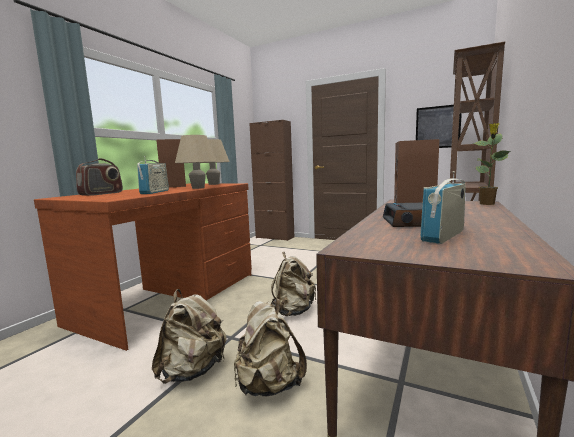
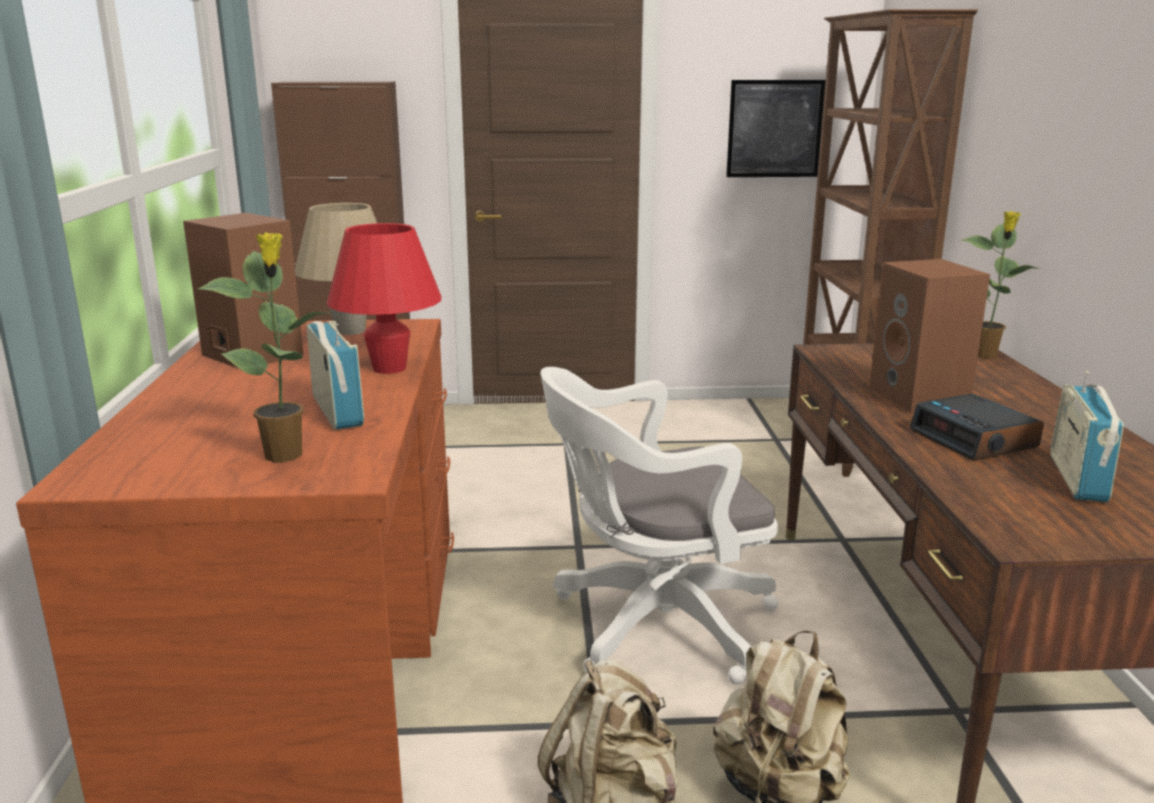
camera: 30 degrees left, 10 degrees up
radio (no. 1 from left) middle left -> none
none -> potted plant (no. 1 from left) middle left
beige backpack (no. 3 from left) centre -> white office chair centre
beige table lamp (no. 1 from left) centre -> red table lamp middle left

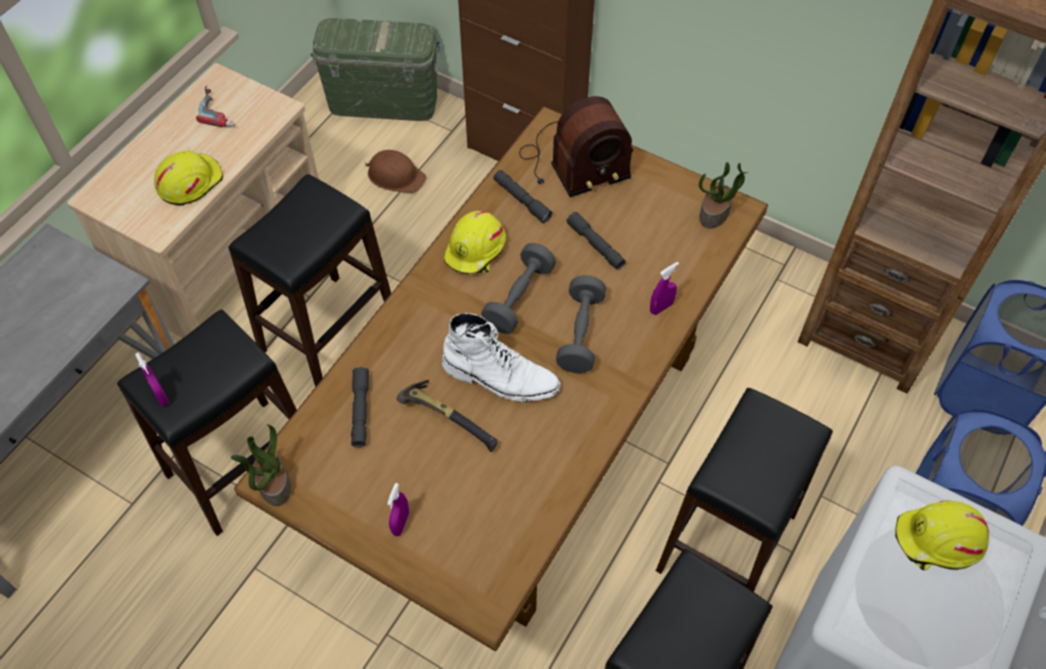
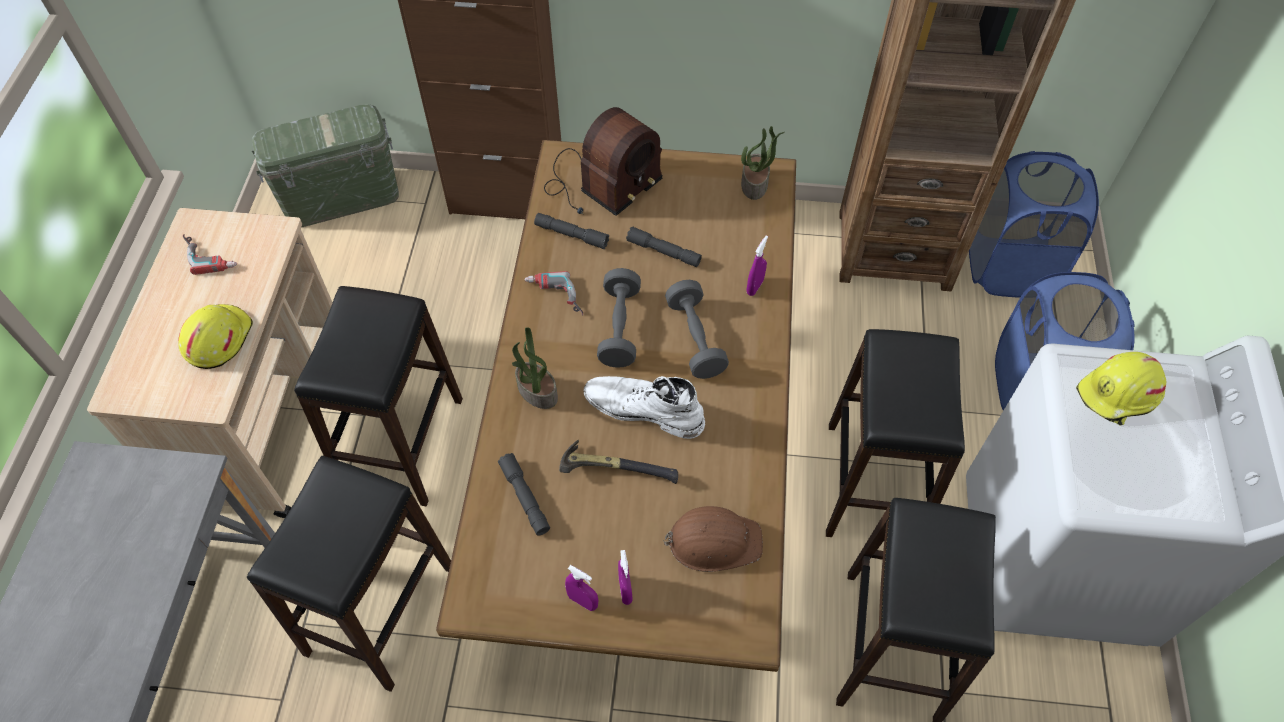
camera: 25 degrees left, 0 degrees up
purple spray bottle (no. 1 from left) middle left -> purple spray bottle (no. 1 from left) bottom centre, relocated
potted plant (no. 1 from left) bottom left -> potted plant (no. 1 from left) centre, relocated
brown hard hat top centre -> brown hard hat bottom centre, relocated
yellow hard hat (no. 2 from left) centre -> power drill (no. 2 from left) centre
white boot centre, 150 degrees counterclockwise

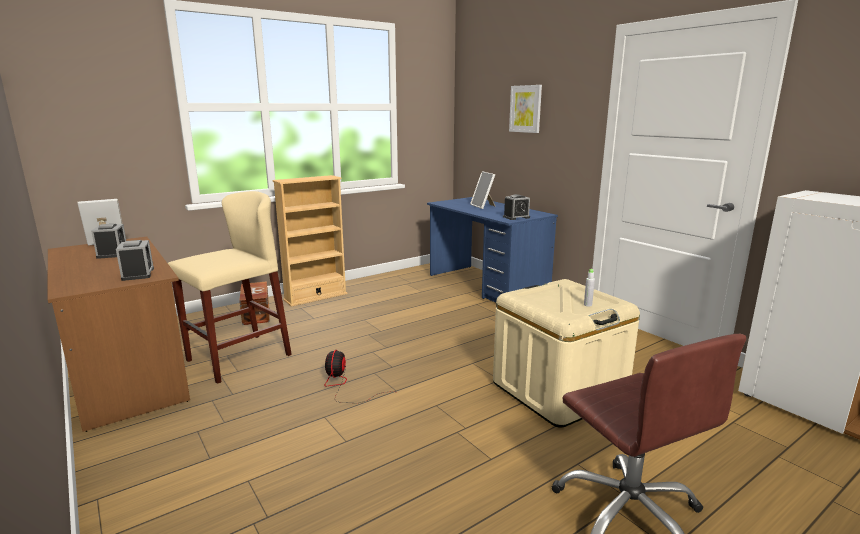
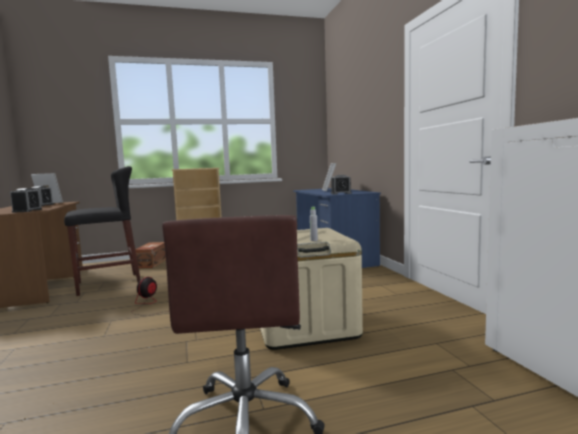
camera: 20 degrees right, 10 degrees down
picture top centre -> none
beige stool middle left -> black stool middle left

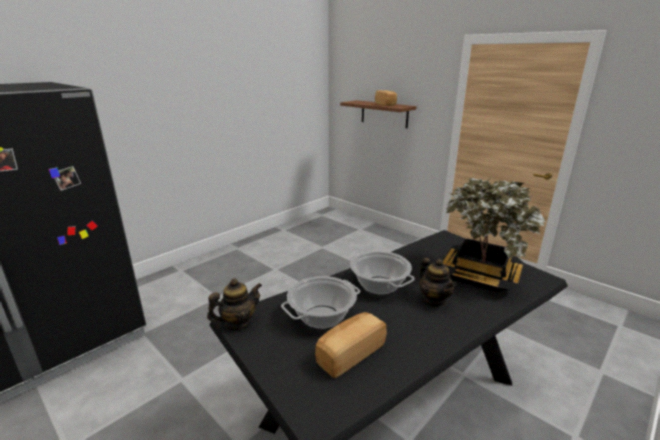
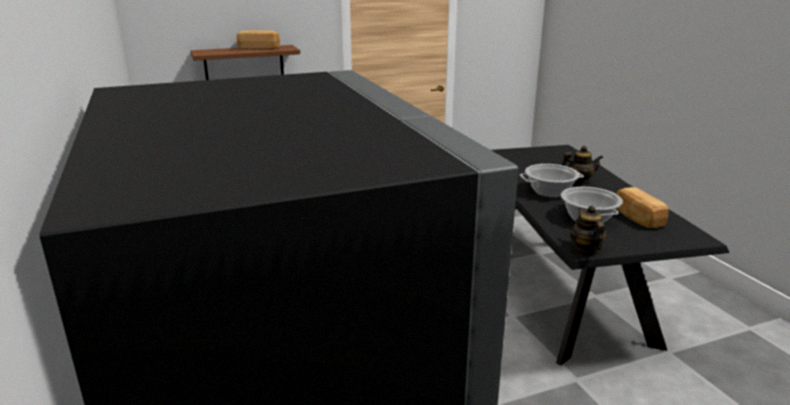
camera: 65 degrees left, 0 degrees up
potted plant middle right -> none

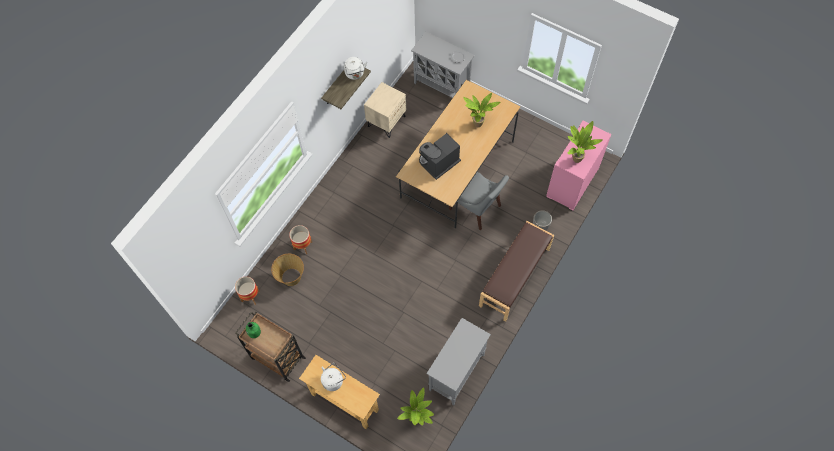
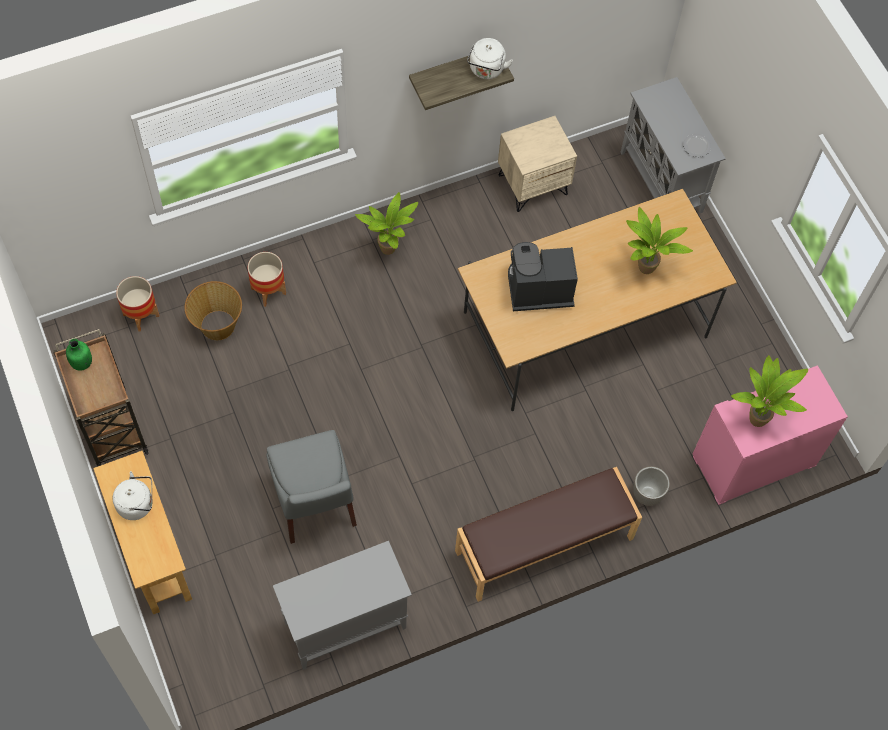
camera: 30 degrees right, 0 degrees up
potted plant (no. 1 from left) bottom centre -> potted plant (no. 1 from left) top centre, relocated
grey chair centre -> grey chair bottom centre, relocated

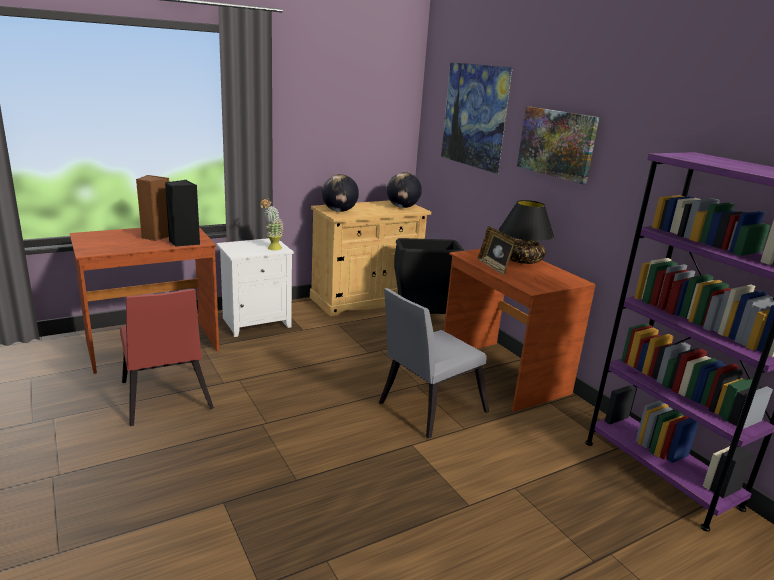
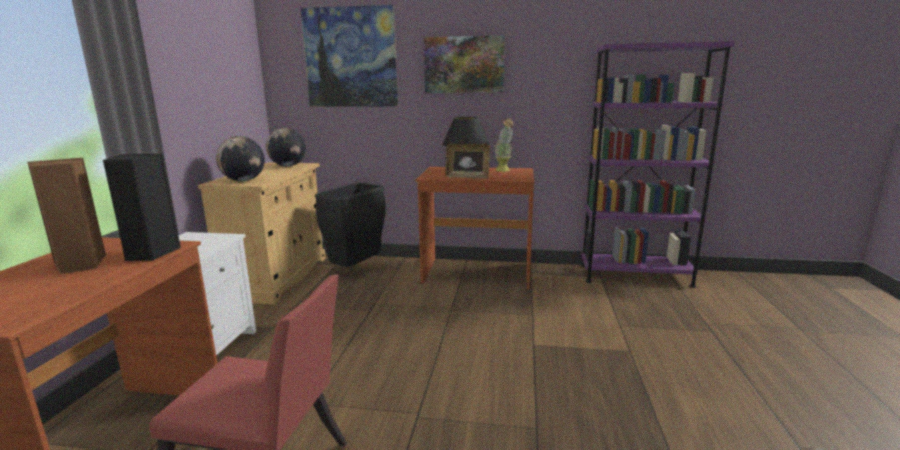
camera: 50 degrees left, 5 degrees down
grey chair centre -> none
potted plant centre -> potted plant top centre, relocated

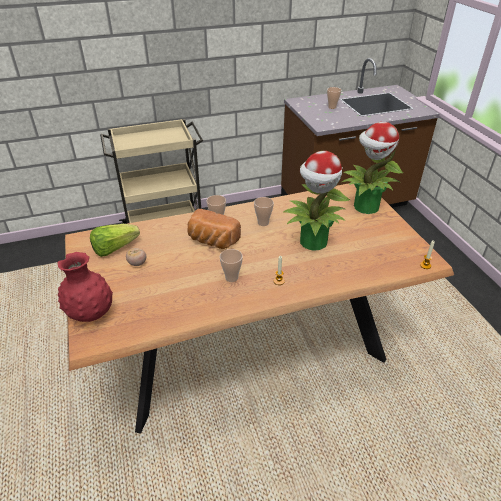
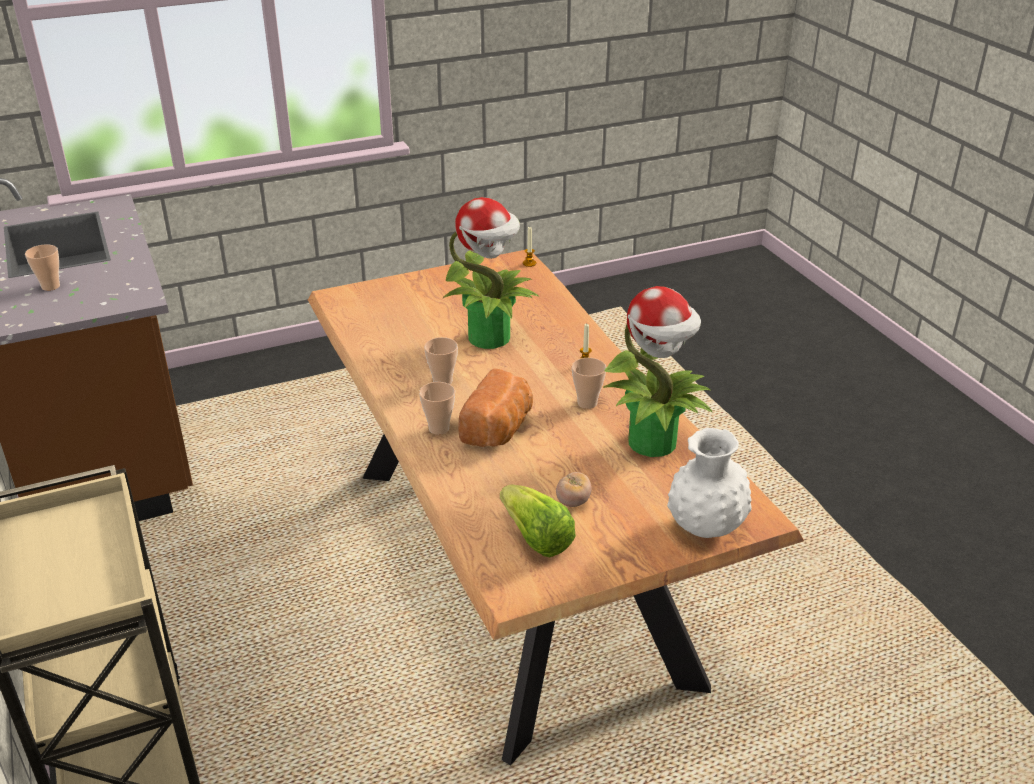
camera: 95 degrees left, 5 degrees down
potted plant (no. 2 from left) middle right -> potted plant (no. 2 from left) centre, relocated
red vase middle left -> white vase middle right

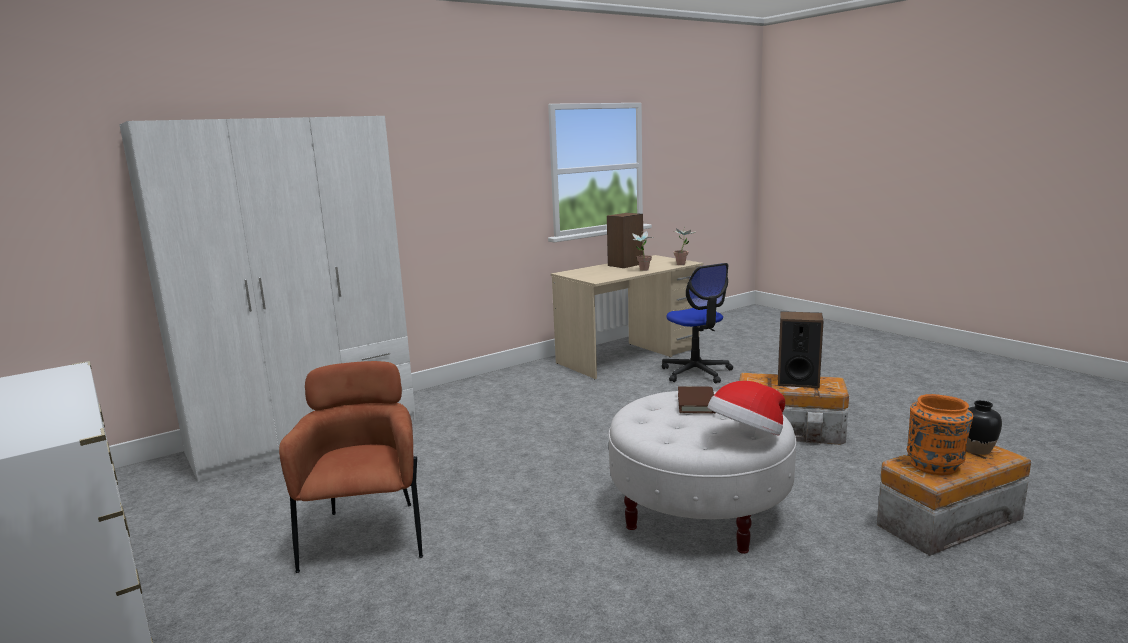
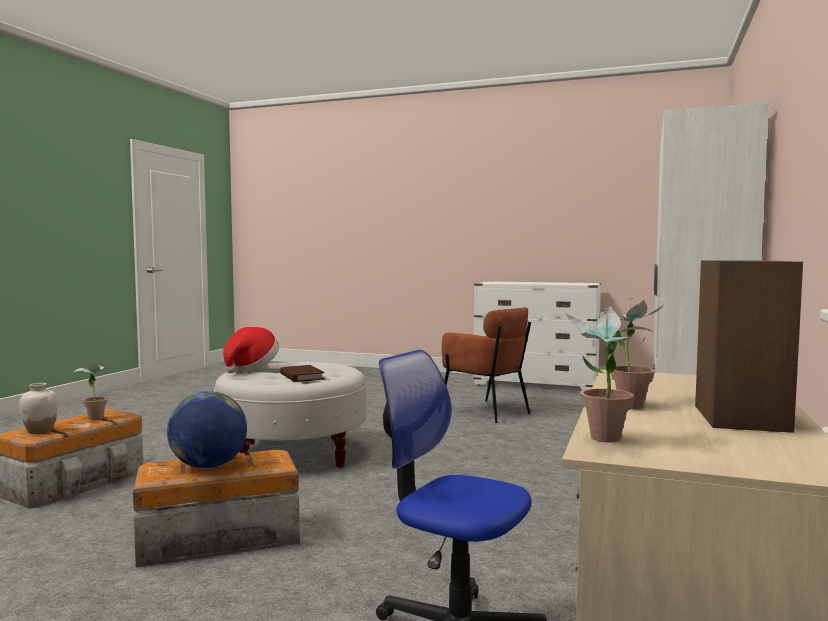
camera: 145 degrees right, 10 degrees down
speaker (no. 2 from left) middle right -> globe bottom left
orange vase bottom right -> potted plant (no. 1 from left) middle left
black vase middle right -> white vase middle left

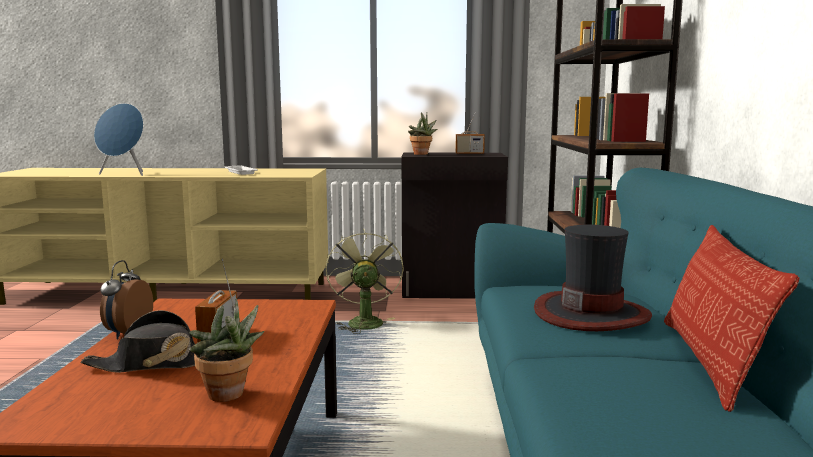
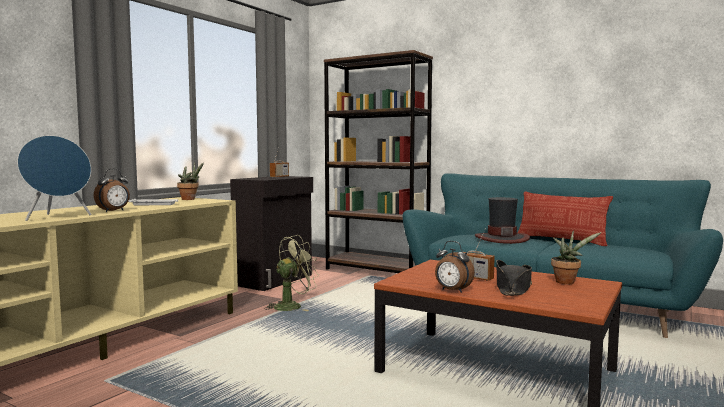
camera: 60 degrees left, 5 degrees down
none -> alarm clock (no. 1 from left) middle left
potted plant (no. 2 from left in the first image) top centre -> potted plant (no. 1 from left) middle left, relocated
green fan centre -> green fan bottom centre, 120 degrees clockwise

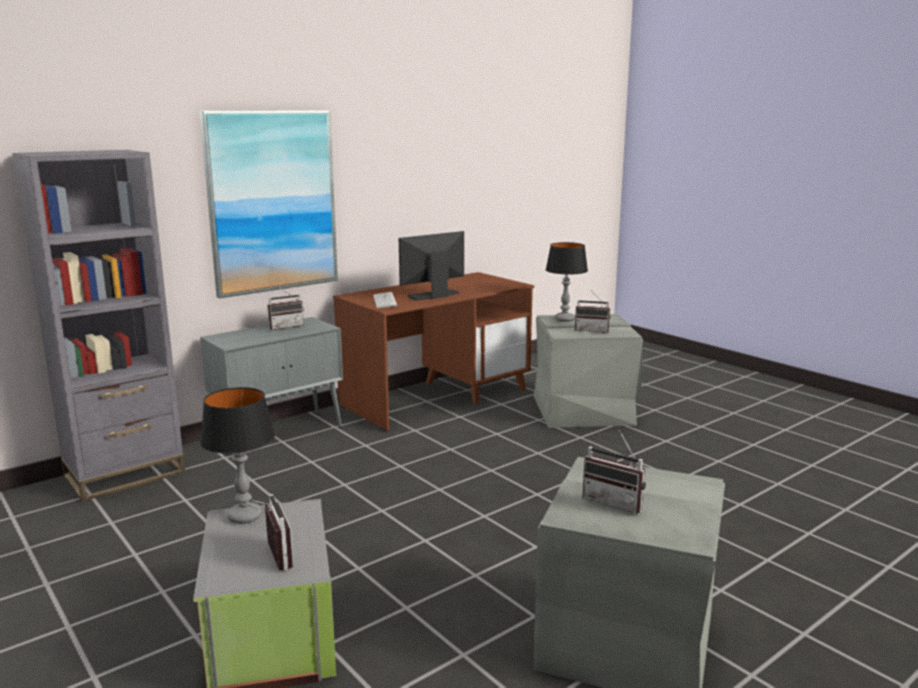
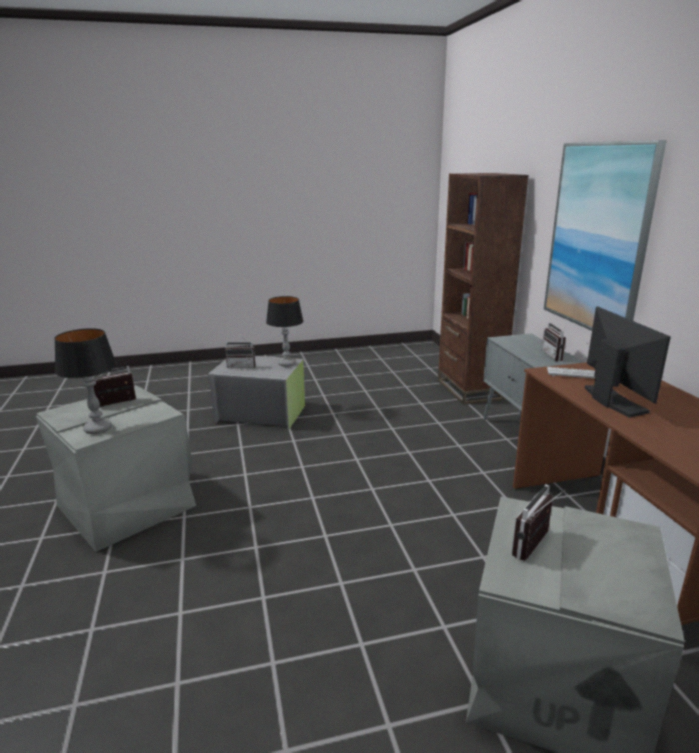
camera: 115 degrees right, 5 degrees up
table lamp (no. 2 from left in the first image) centre -> table lamp (no. 1 from left) middle left, relocated
grey bookcase middle left -> brown bookcase middle right

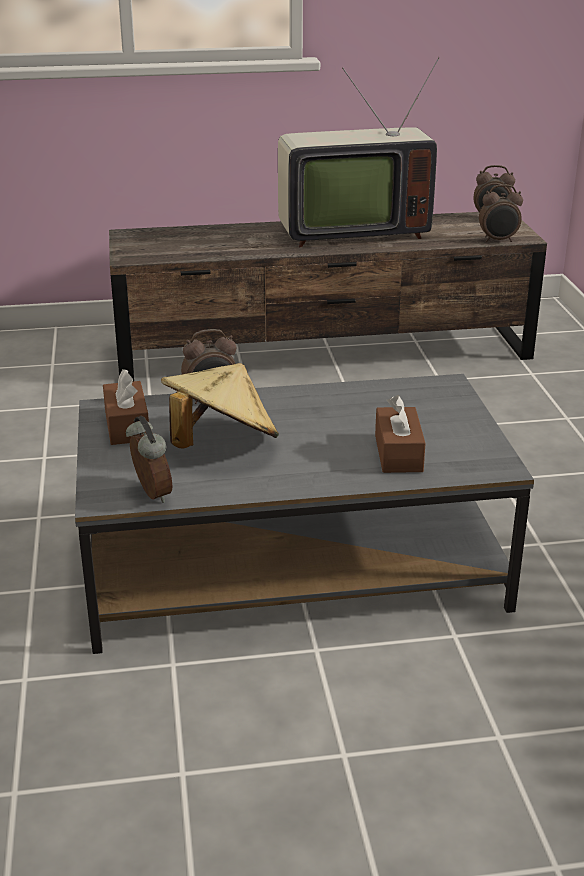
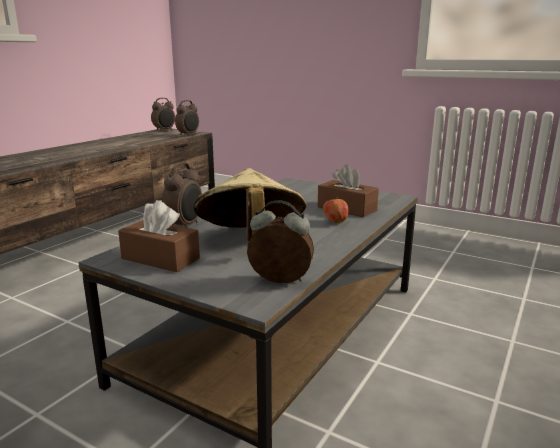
camera: 50 degrees left, 10 degrees down
television top centre -> none
none -> apple centre

